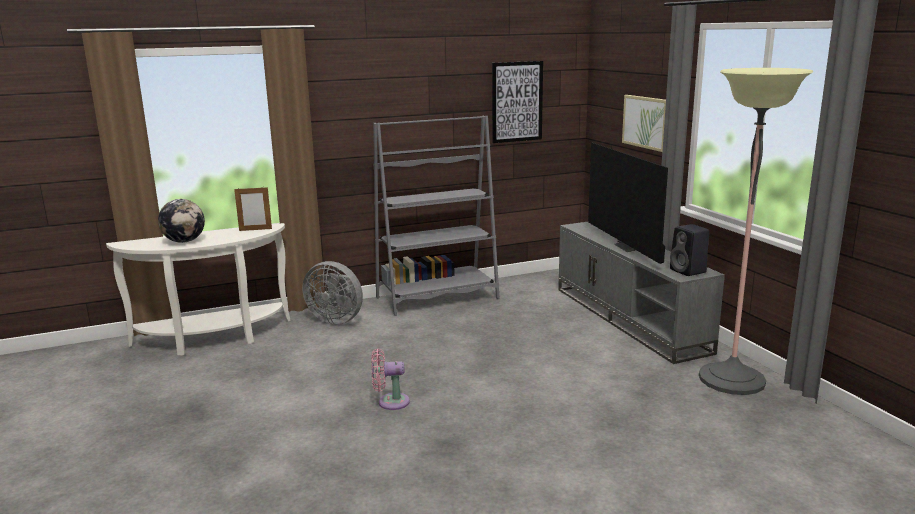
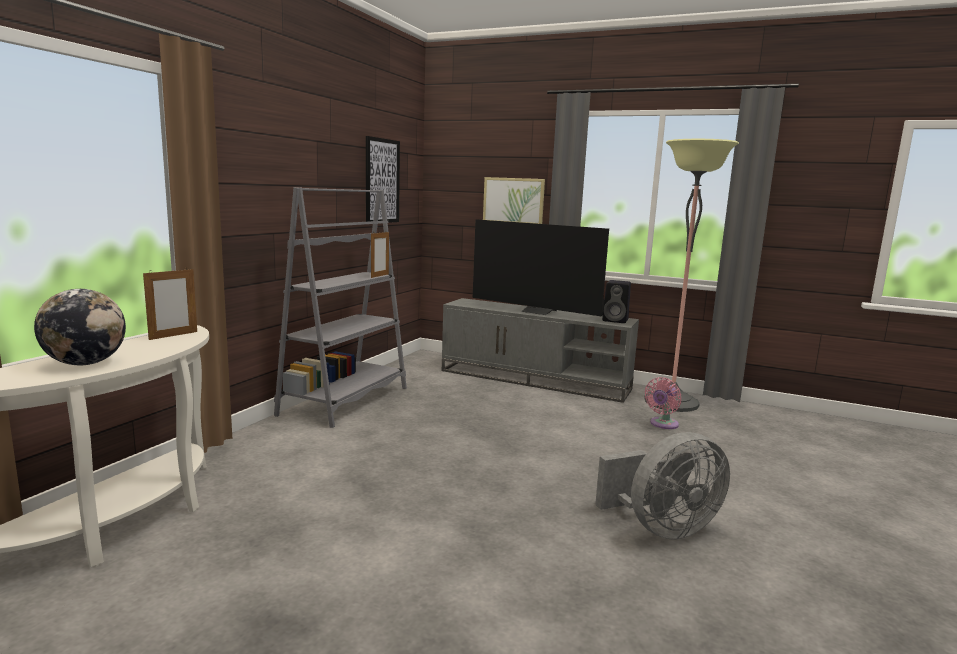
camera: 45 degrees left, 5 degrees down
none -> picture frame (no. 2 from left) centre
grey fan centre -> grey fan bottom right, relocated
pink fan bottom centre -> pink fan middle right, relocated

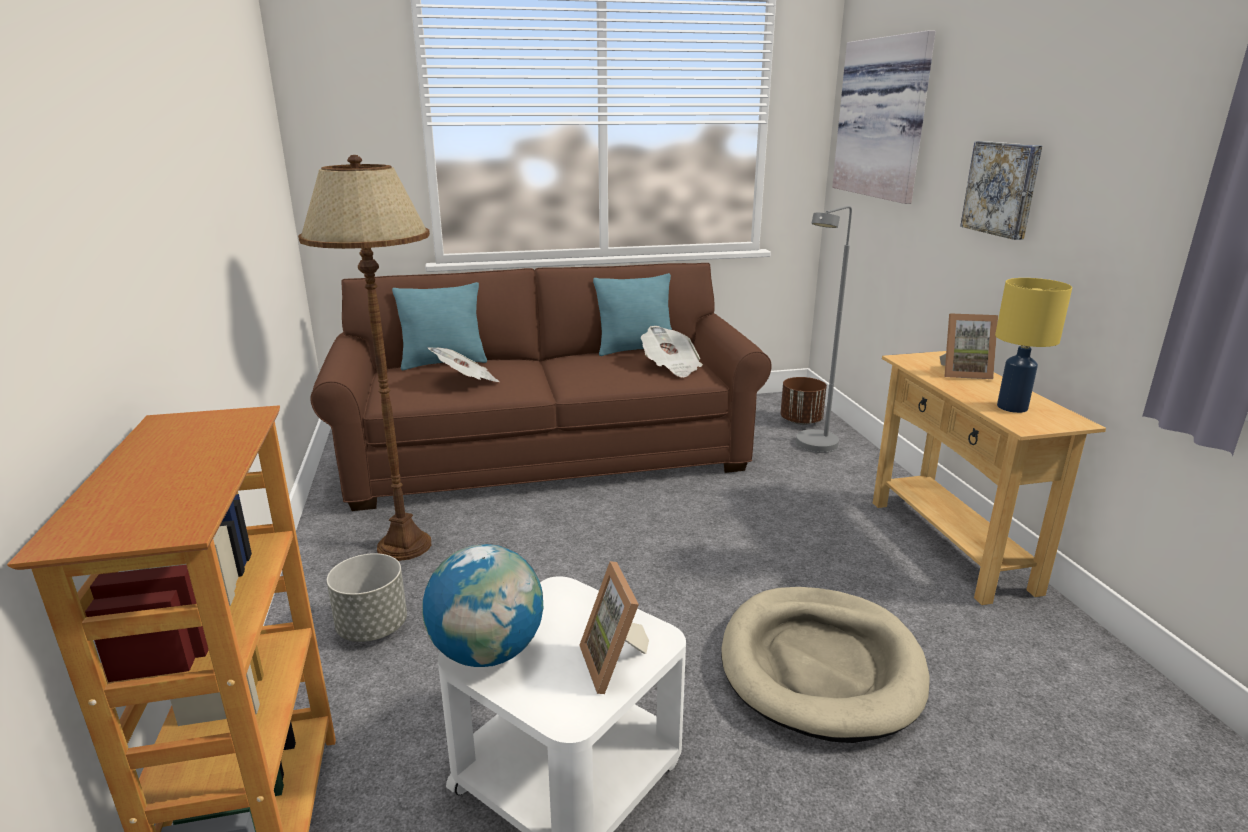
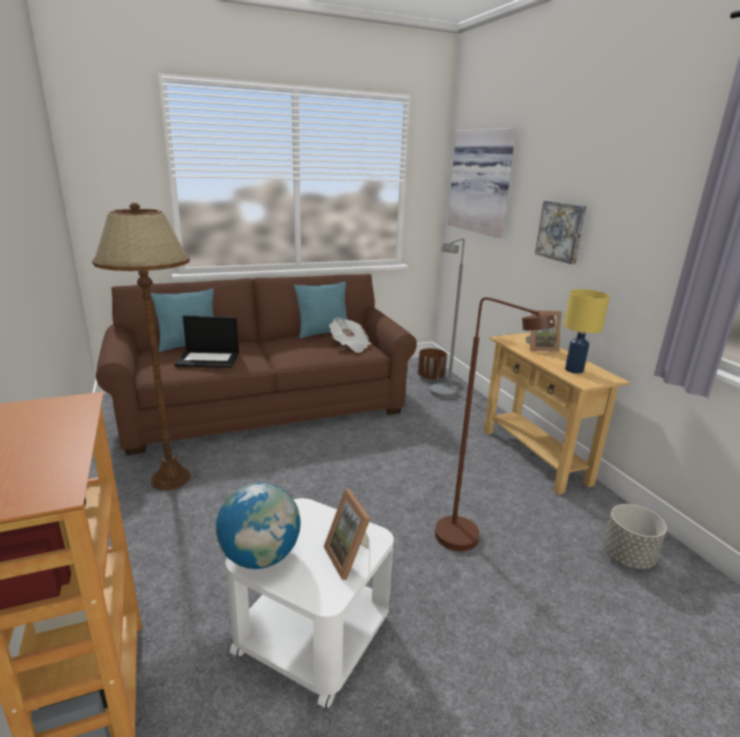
camera: 10 degrees left, 0 degrees up
grey planter bottom left -> grey planter bottom right, relocated
newspaper (no. 1 from left) centre -> laptop middle left
beige dog bed bottom centre -> brown floor lamp (no. 2 from left) middle right

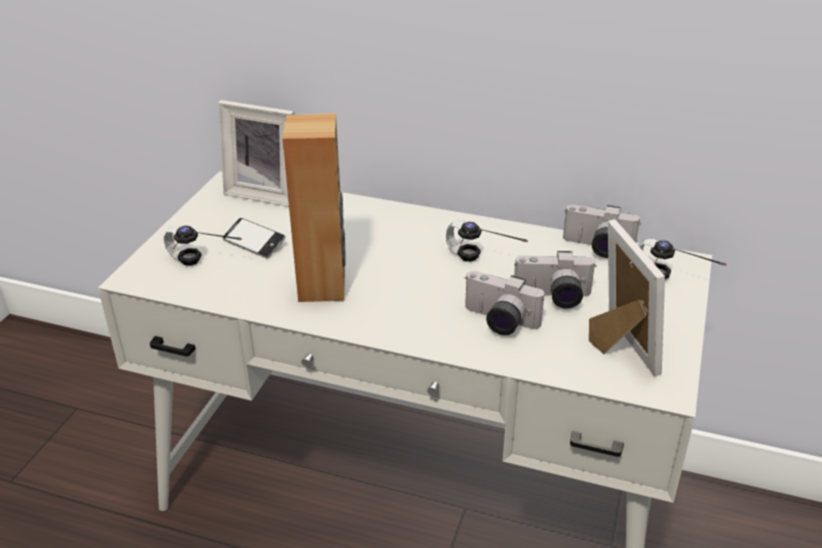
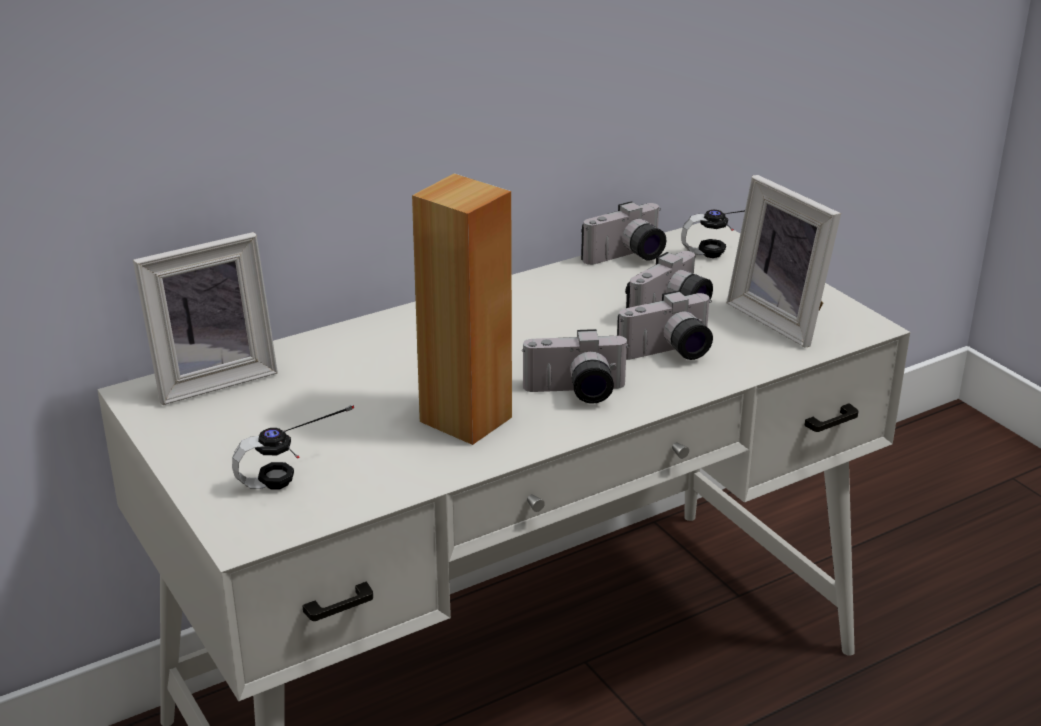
camera: 50 degrees left, 5 degrees down
phone middle left -> none
headphones (no. 2 from left) centre -> none
none -> photo camera (no. 1 from left) centre
picture frame (no. 2 from left) middle right, 150 degrees counterclockwise

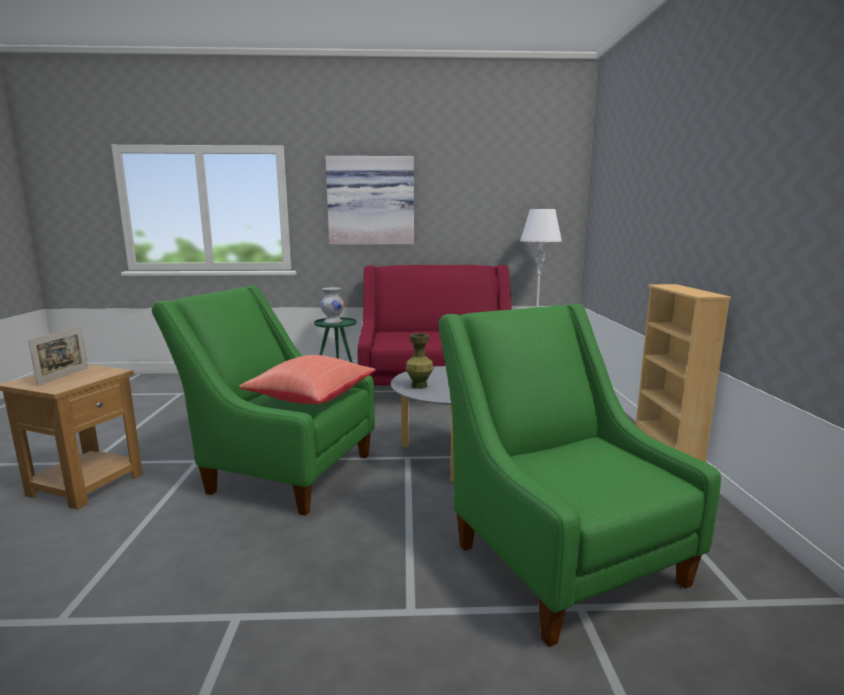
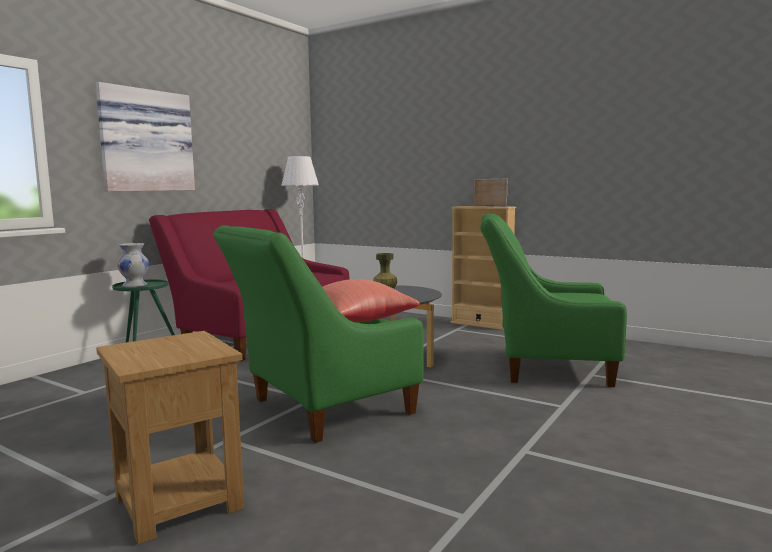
camera: 55 degrees left, 5 degrees down
picture frame middle left -> picture frame centre, relocated

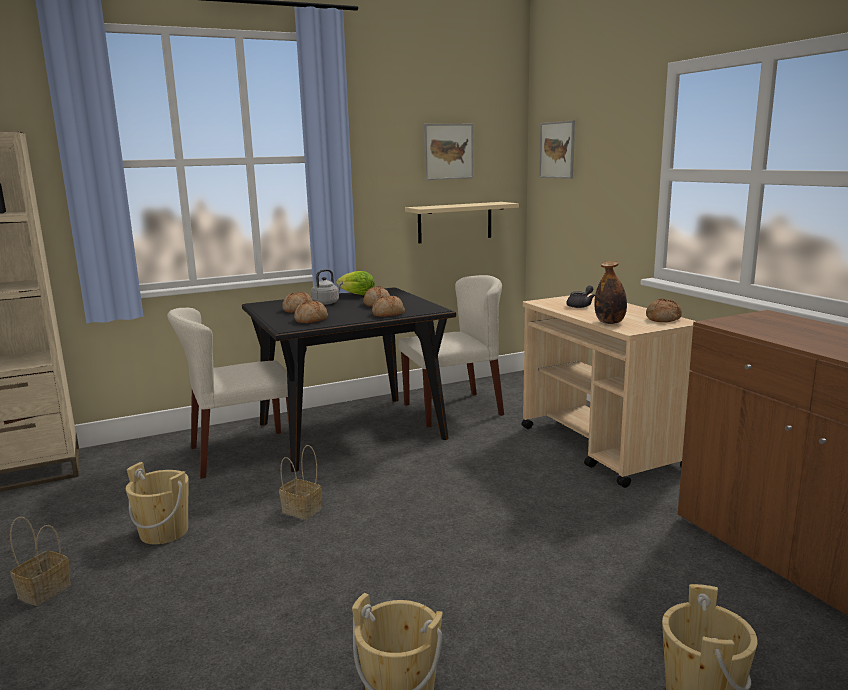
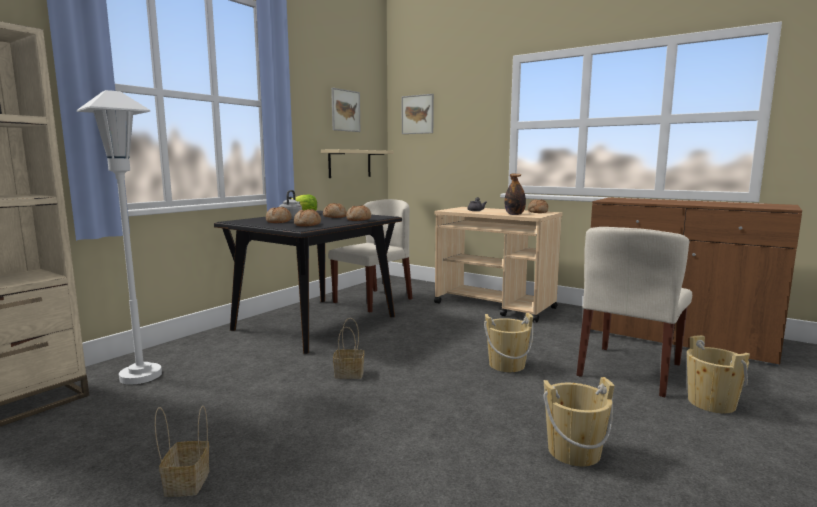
camera: 30 degrees left, 5 degrees down
none -> white floor lamp middle left
beige bucket (no. 1 from left) bottom left -> beige bucket (no. 1 from left) bottom centre, relocated
beige chair (no. 1 from left in the first image) middle left -> beige chair (no. 2 from left) middle right, relocated

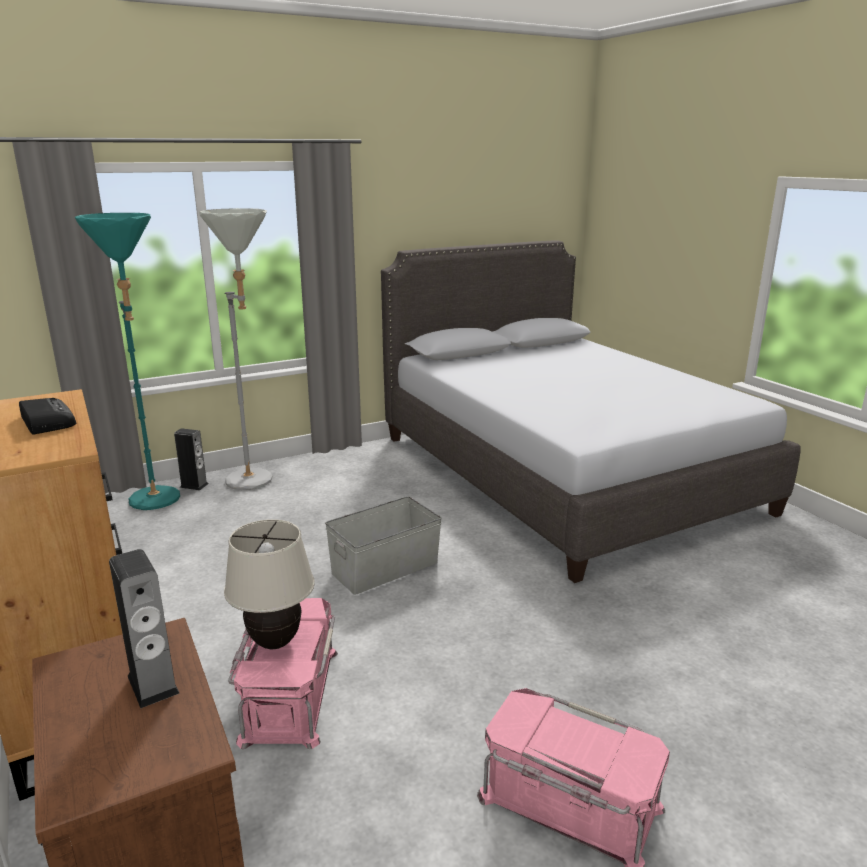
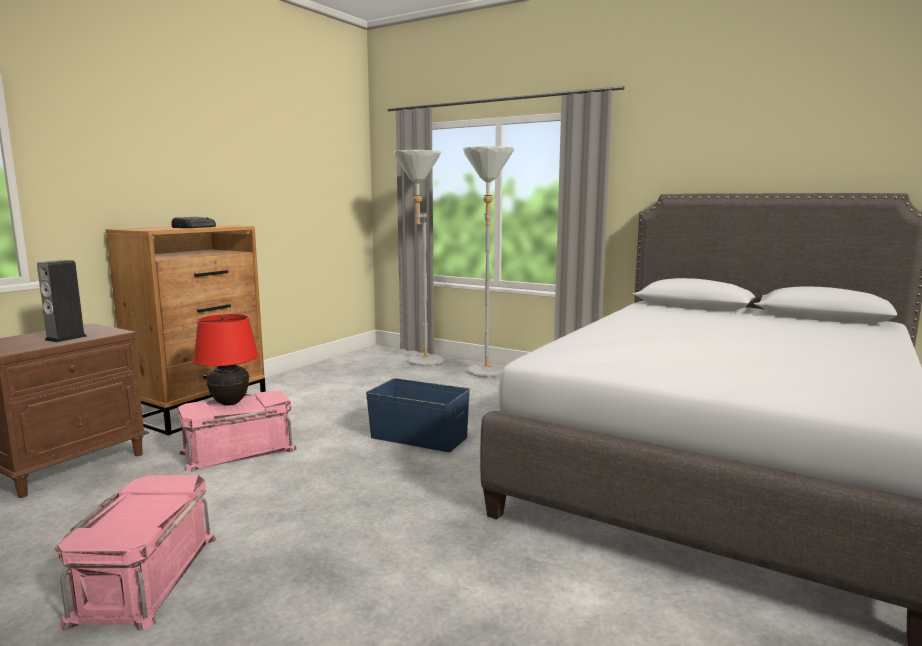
camera: 60 degrees right, 10 degrees down
speaker (no. 2 from left) middle left -> none
turquoise floor lamp middle left -> grey floor lamp (no. 1 from left) centre
beige table lamp bottom left -> red table lamp middle left
grey storage box centre -> blue storage box centre

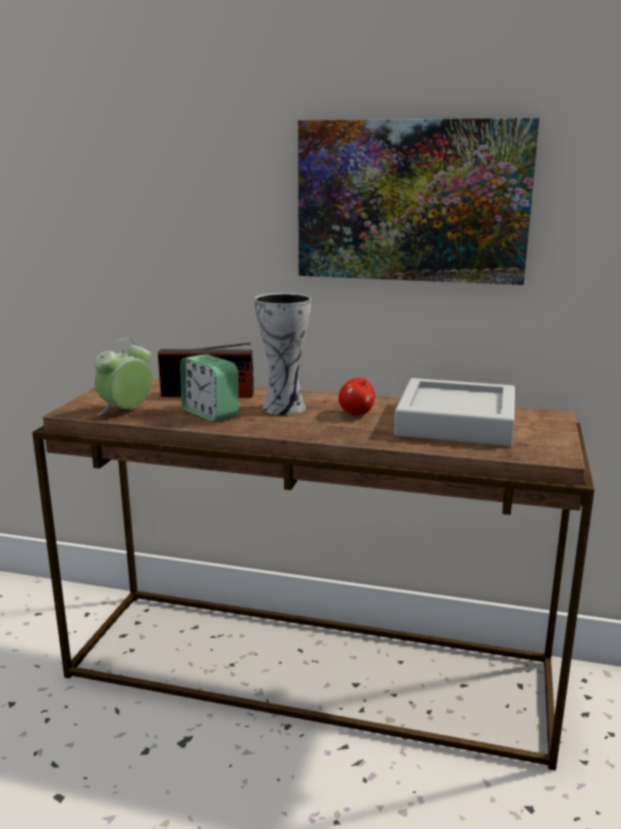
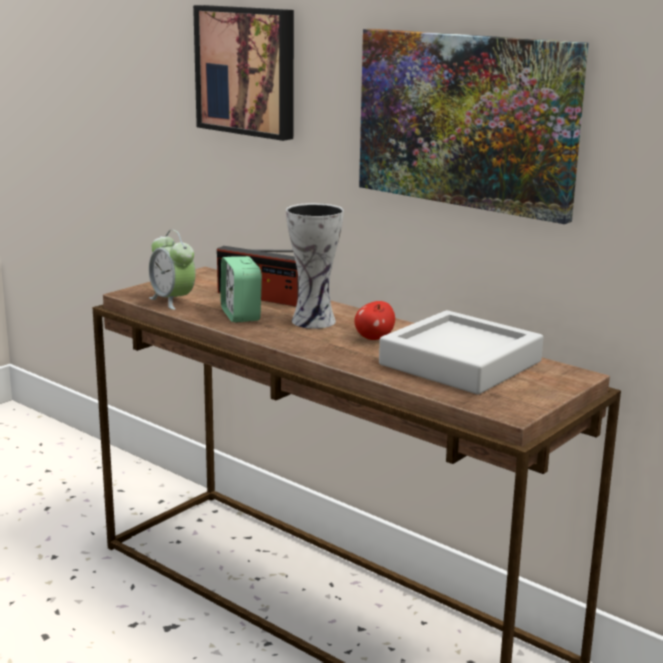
camera: 25 degrees right, 0 degrees up
none -> picture (no. 1 from left) top centre
alarm clock (no. 1 from left) middle left, 105 degrees counterclockwise

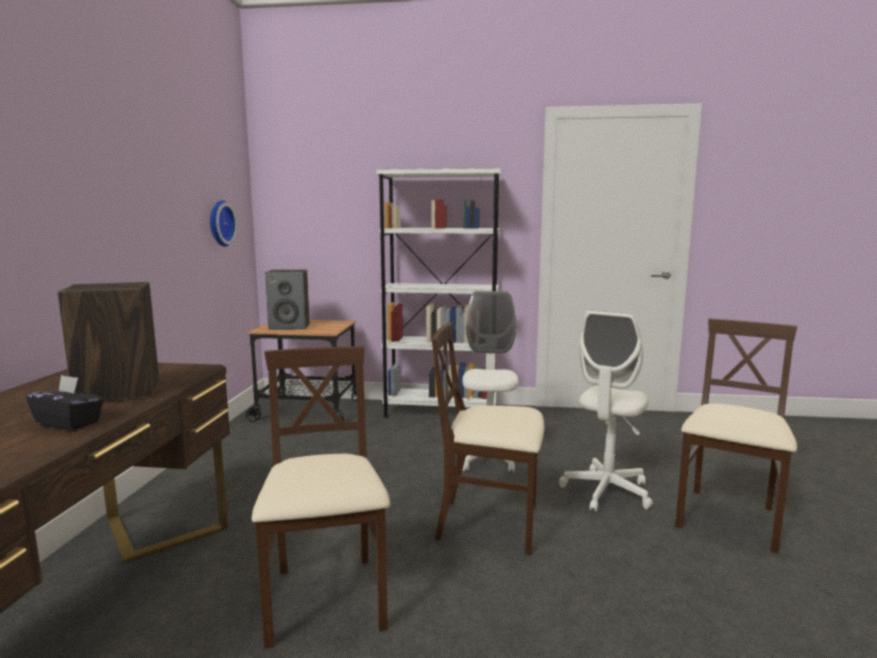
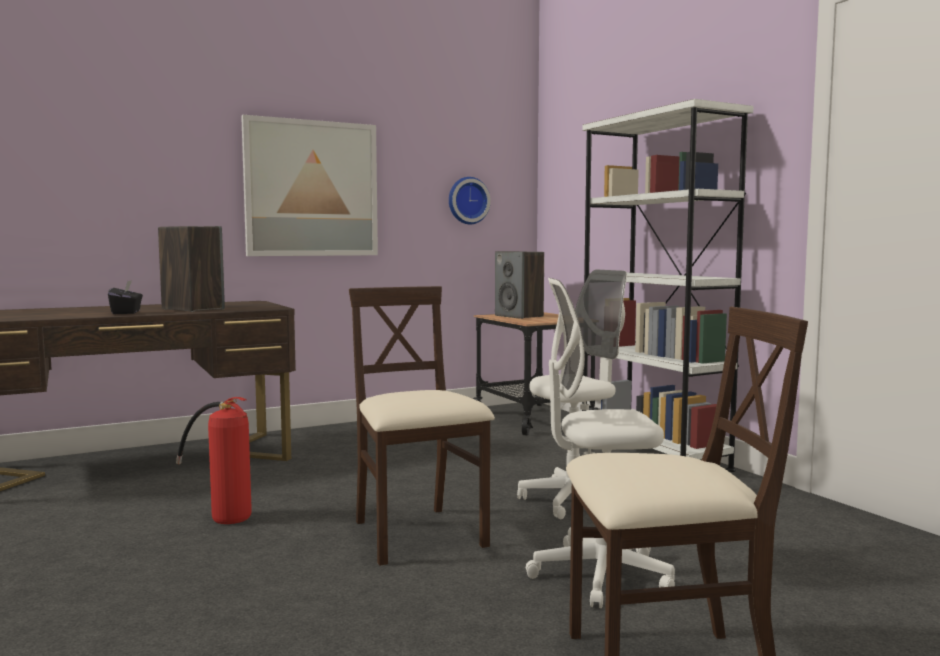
camera: 55 degrees right, 5 degrees down
none -> picture top left
beige chair (no. 1 from left) bottom centre -> fire extinguisher bottom left

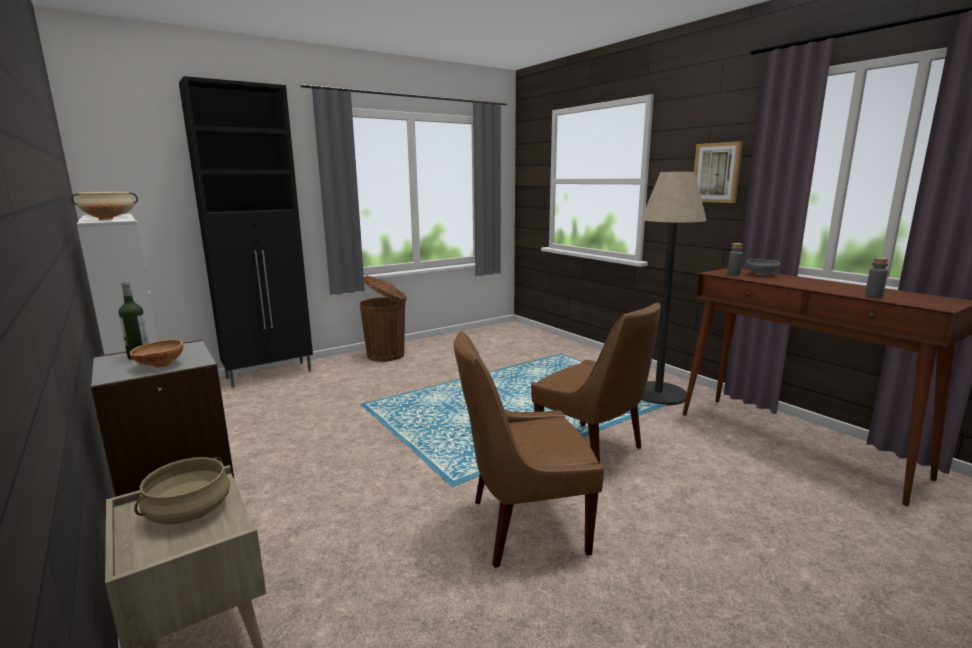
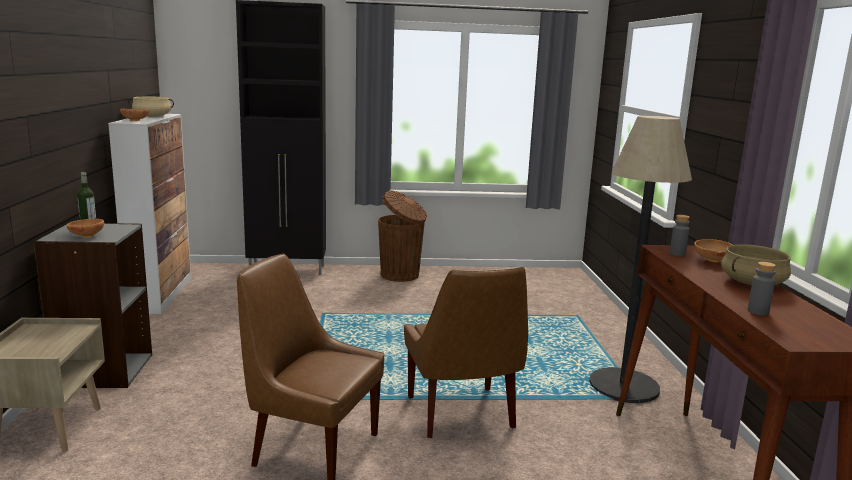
camera: 30 degrees right, 0 degrees up
picture top right -> none
beige cooking pot (no. 2 from left) bottom left -> beige cooking pot (no. 2 from left) middle right, relocated
grey bowl middle right -> brown bowl (no. 3 from left) middle right

